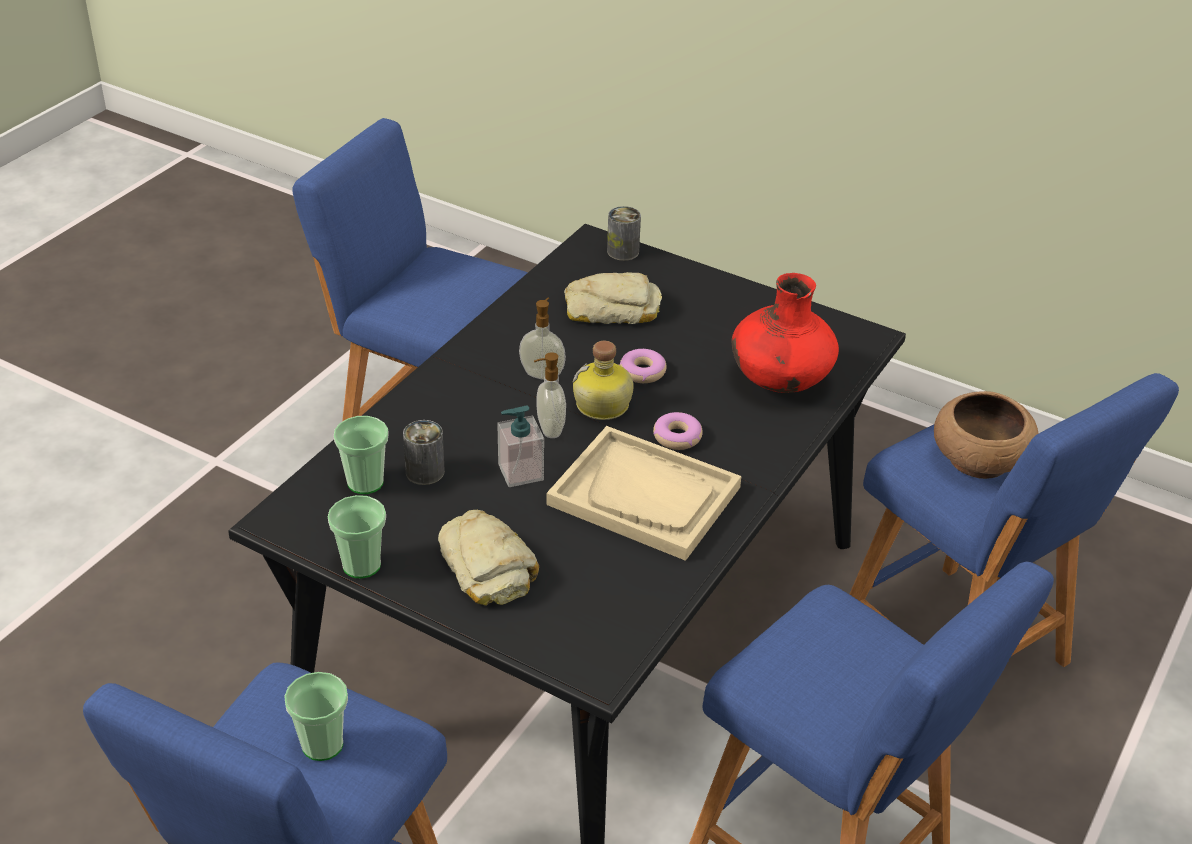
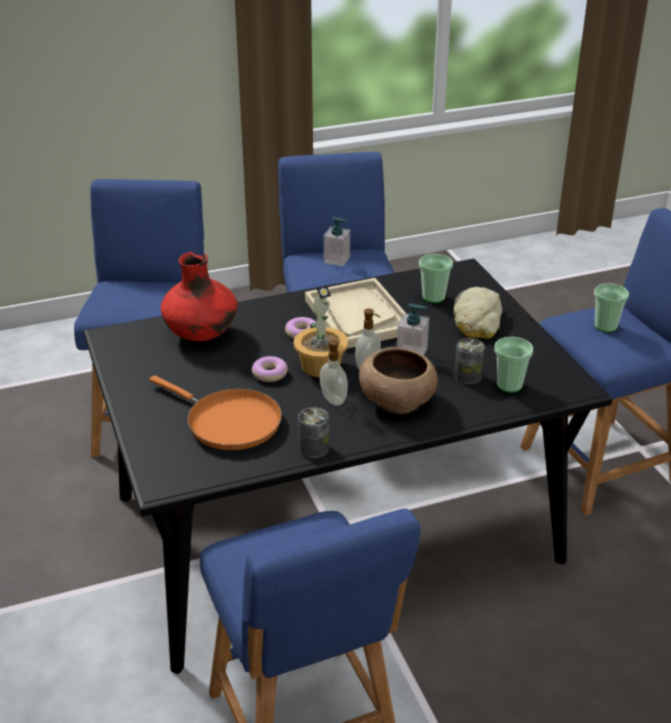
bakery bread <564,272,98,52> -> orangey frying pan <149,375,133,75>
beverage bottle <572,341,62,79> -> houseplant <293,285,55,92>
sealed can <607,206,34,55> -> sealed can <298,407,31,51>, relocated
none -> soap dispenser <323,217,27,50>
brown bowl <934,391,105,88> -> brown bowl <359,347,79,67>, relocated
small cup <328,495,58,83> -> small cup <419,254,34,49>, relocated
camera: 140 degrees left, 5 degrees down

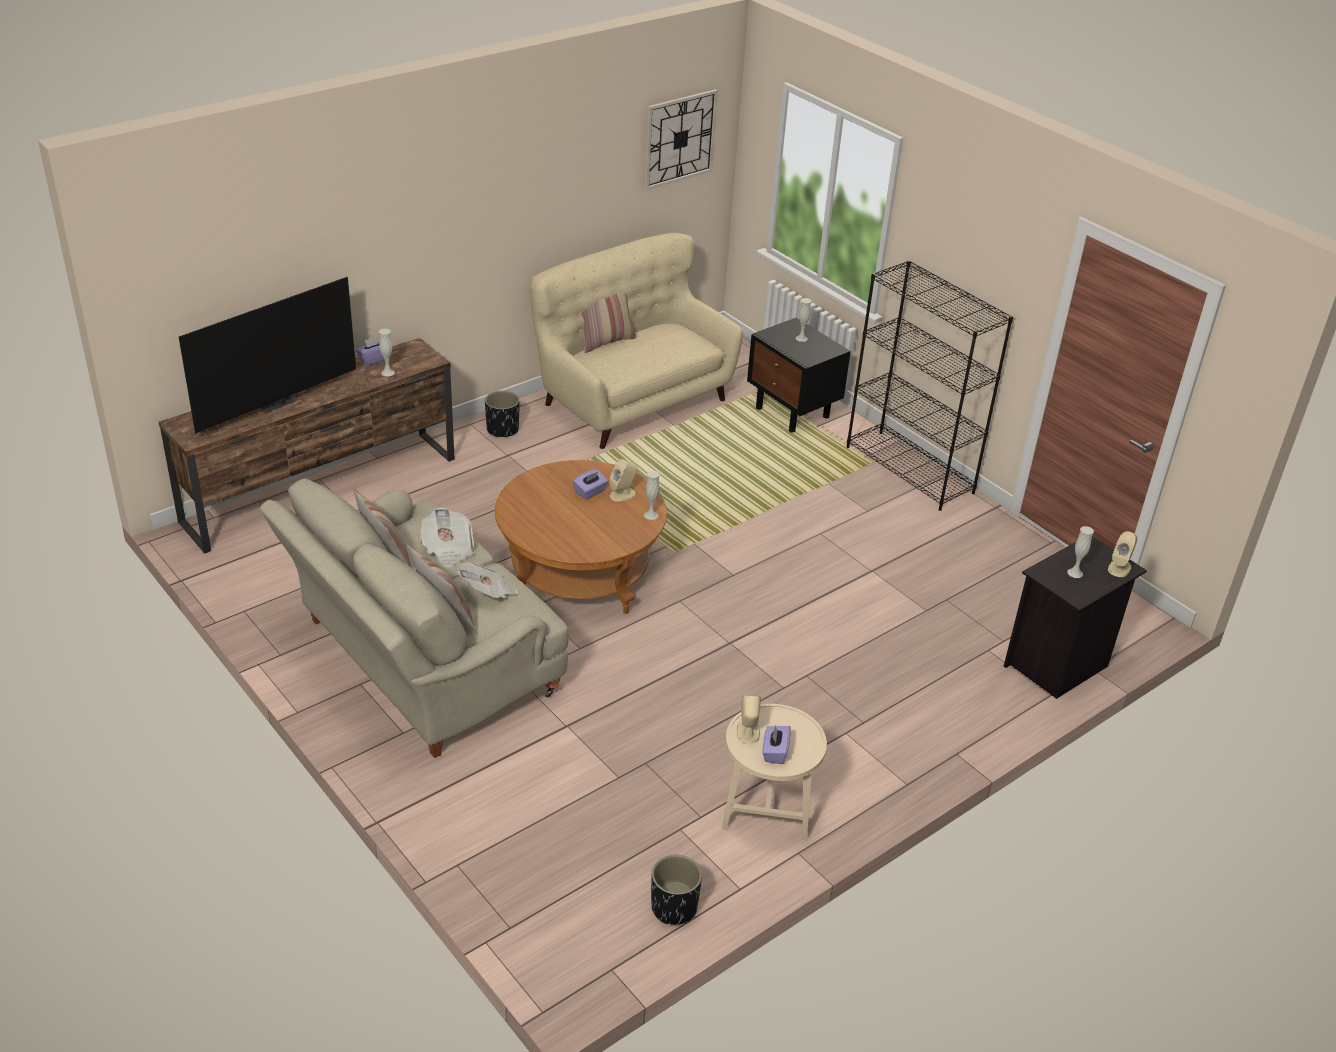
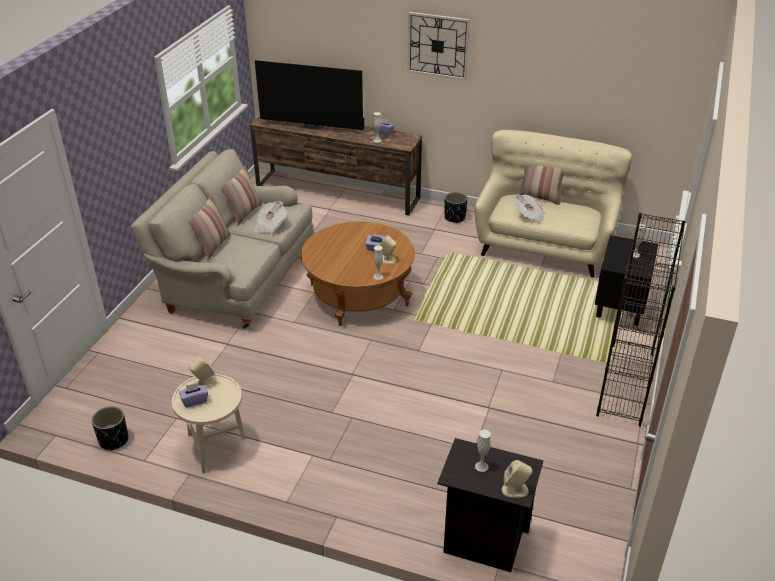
clock on the wall <644,89,74,101> -> clock on the wall <407,12,63,68>, relocated
printed paper <457,562,62,37> -> printed paper <515,194,31,30>, relocated
camera: 60 degrees right, 0 degrees up

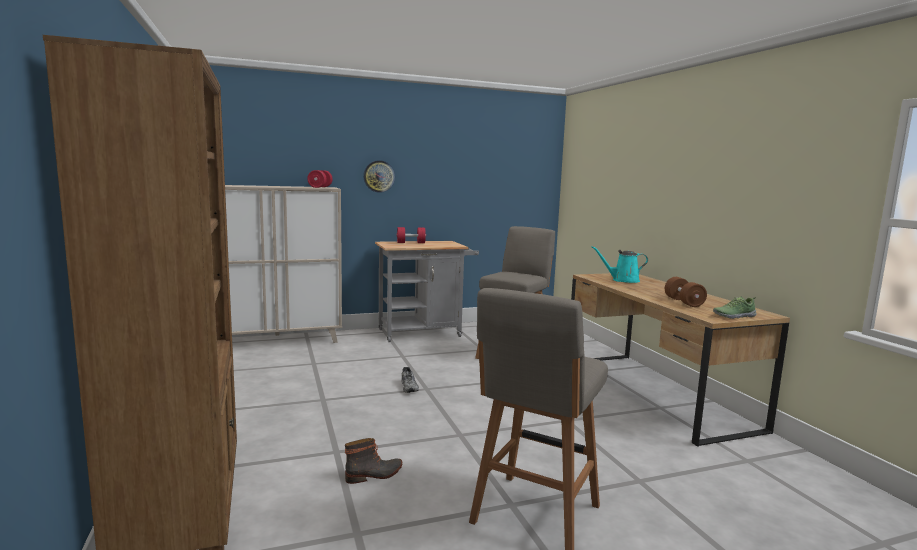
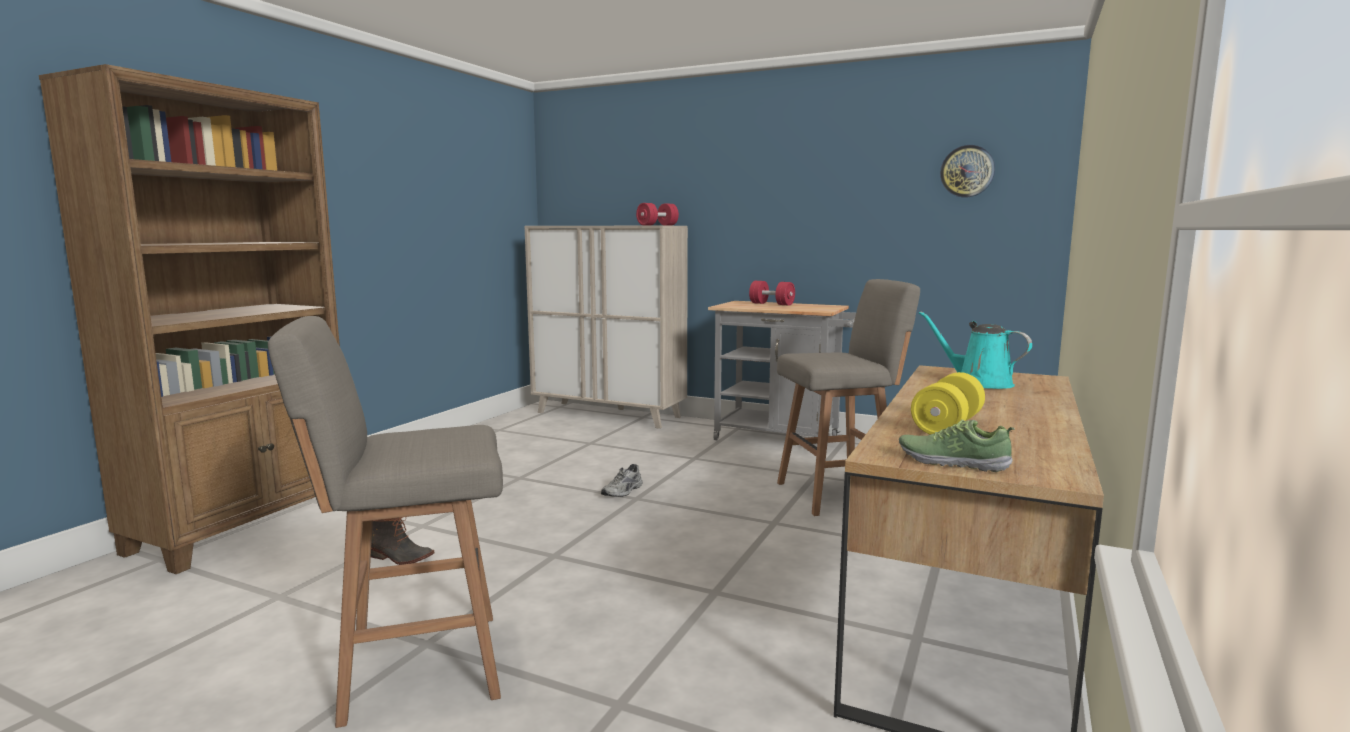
brown free weight <665,277,42,30> -> yellowish free weight <911,372,74,63>
clock on the wall <363,160,32,33> -> clock on the wall <940,145,55,53>, relocated
camera: 45 degrees right, 0 degrees up

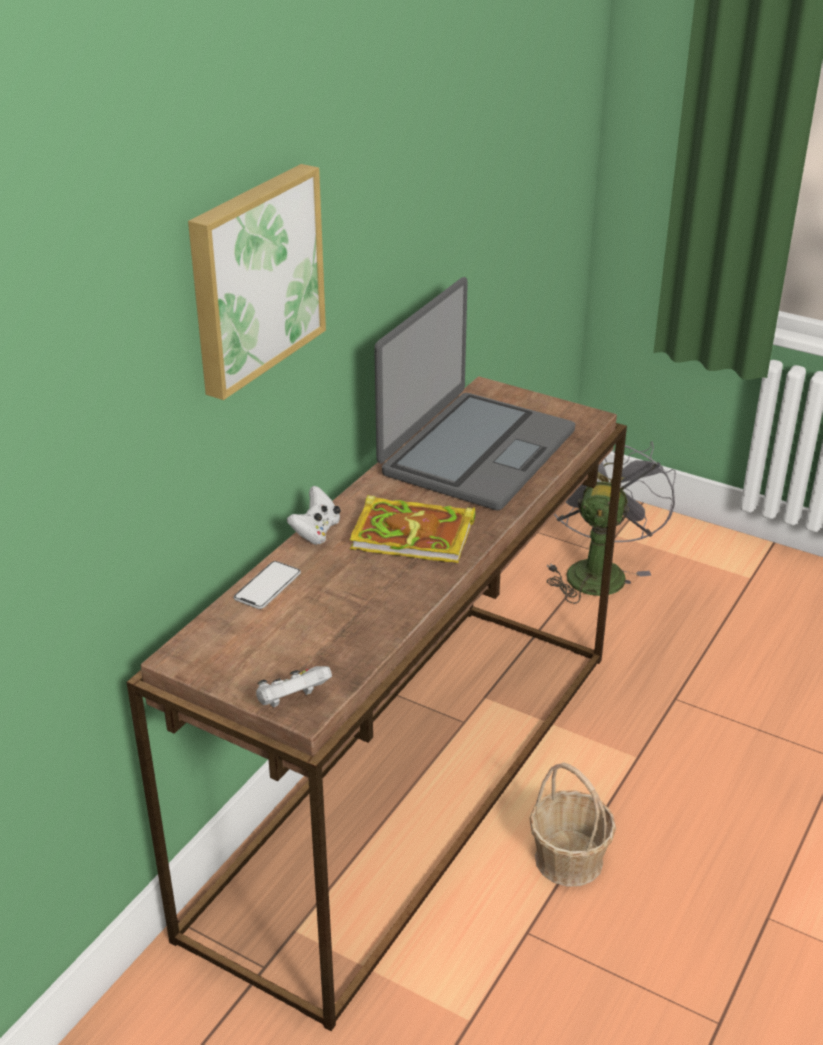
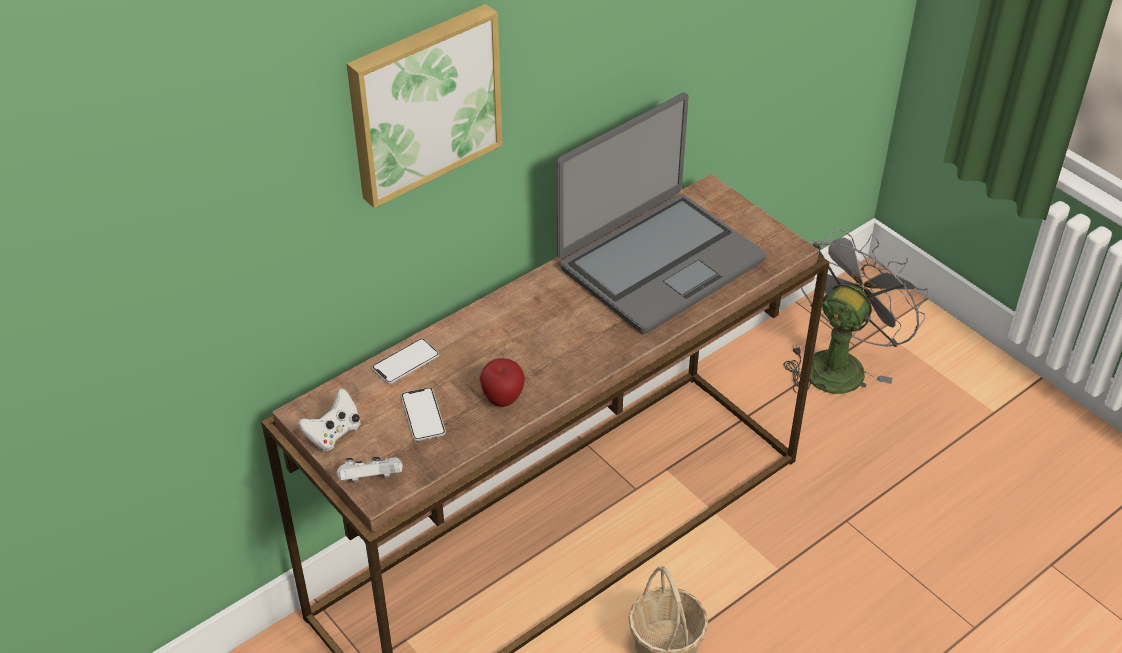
white game controller <287,486,54,59> -> white game controller <297,388,64,63>, relocated
none -> telephone <401,388,45,53>
none -> whole apple <479,358,46,49>
bound book <350,495,125,68> -> none
camera: 20 degrees right, 10 degrees up

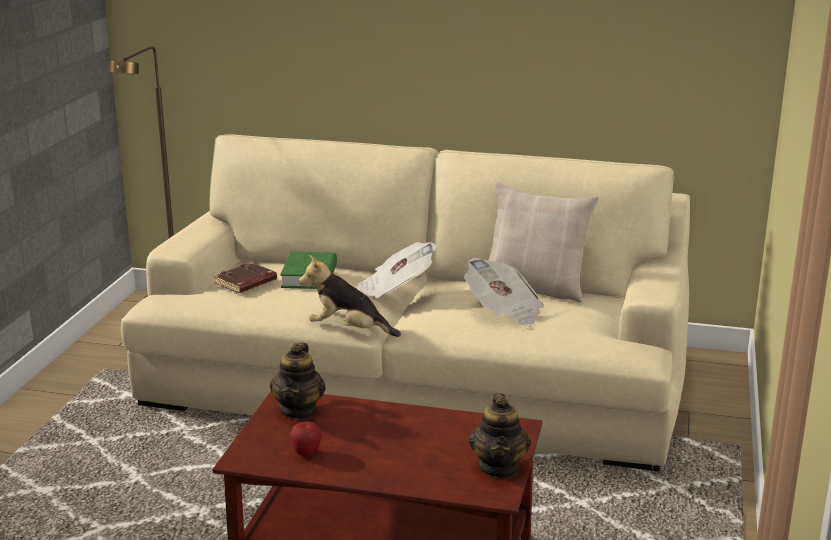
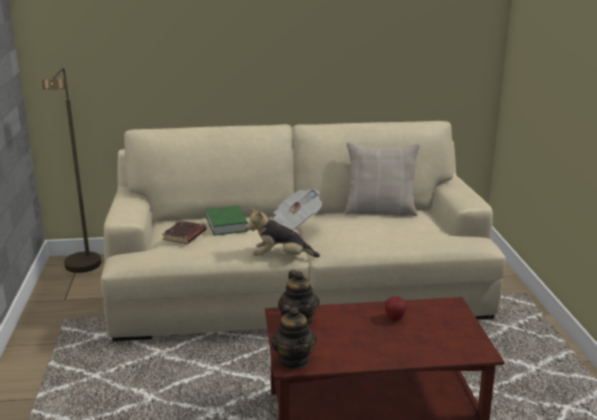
teapot <469,393,62,85> -> teapot <271,305,45,64>, relocated
whole apple <290,421,32,36> -> whole apple <385,296,22,25>, relocated
printed paper <464,258,80,69> -> none
camera: 20 degrees left, 0 degrees up

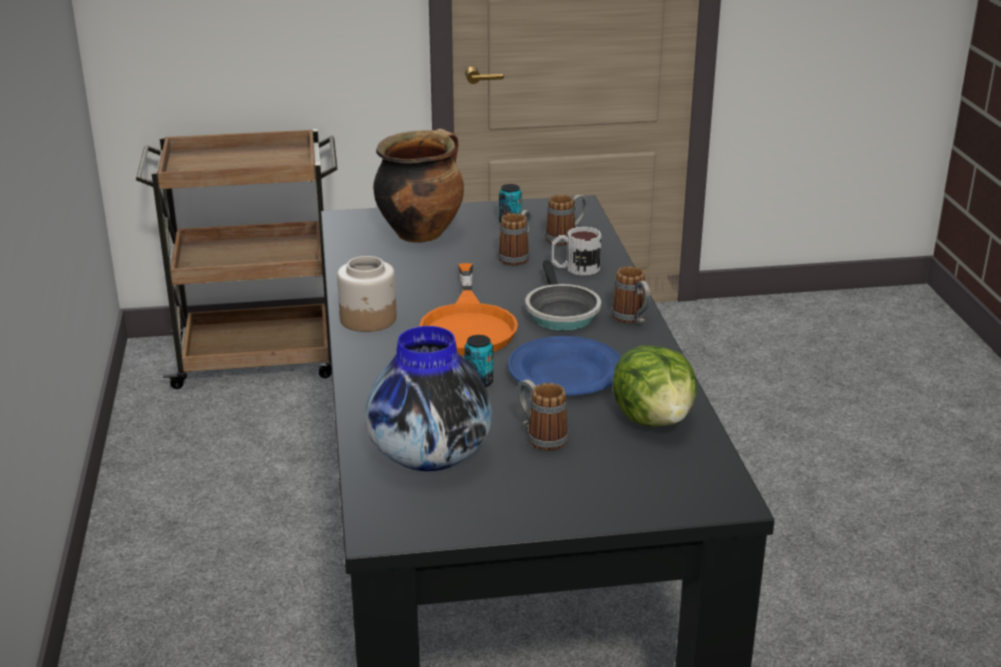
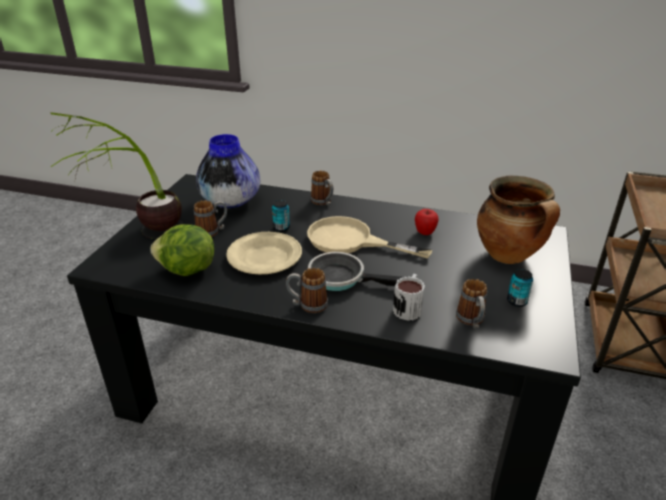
none -> houseplant <50,112,134,127>
blue plate <508,336,113,60> -> beige plate <226,232,76,42>
orangey frying pan <419,263,99,93> -> beige frying pan <307,216,125,43>
coffee mug <498,210,34,56> -> coffee mug <311,171,22,34>, relocated
none -> whole apple <415,209,24,26>
jar <337,256,59,76> -> none
camera: 115 degrees right, 5 degrees up

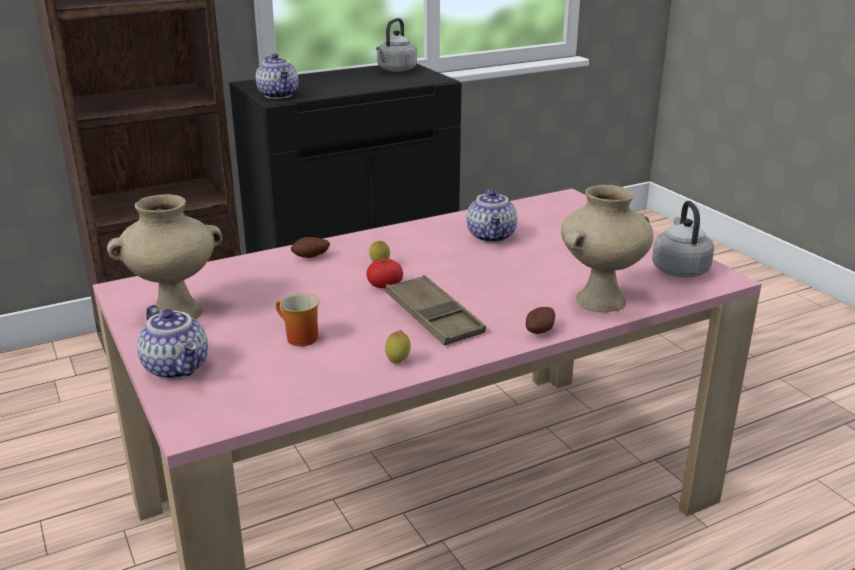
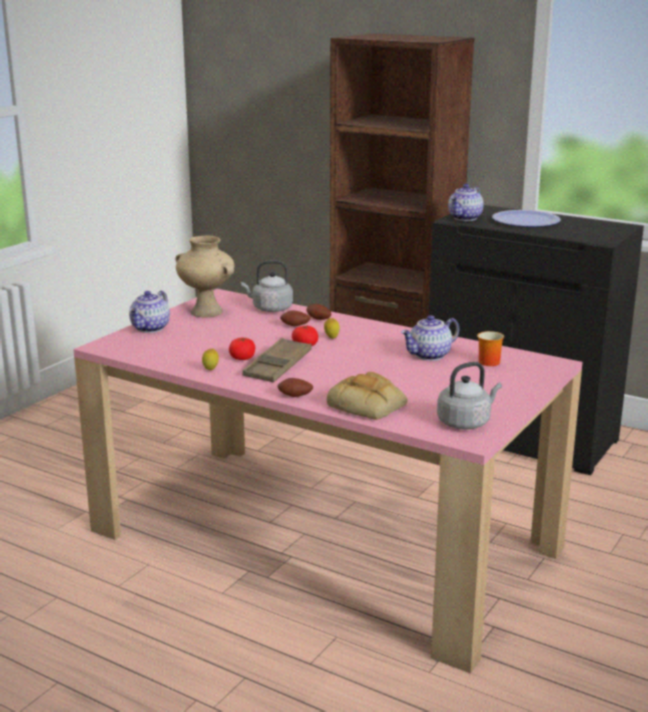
none -> tomato <229,338,26,22>
gray water kettle <376,18,41,54> -> gray water kettle <241,260,52,52>, relocated
none -> spud <280,310,30,16>
beige flower vase <561,185,93,127> -> bakery bread <327,372,80,48>
coffee mug <276,293,43,53> -> coffee mug <477,331,27,35>, relocated
none -> plate <492,210,69,17>
camera: 60 degrees right, 5 degrees down

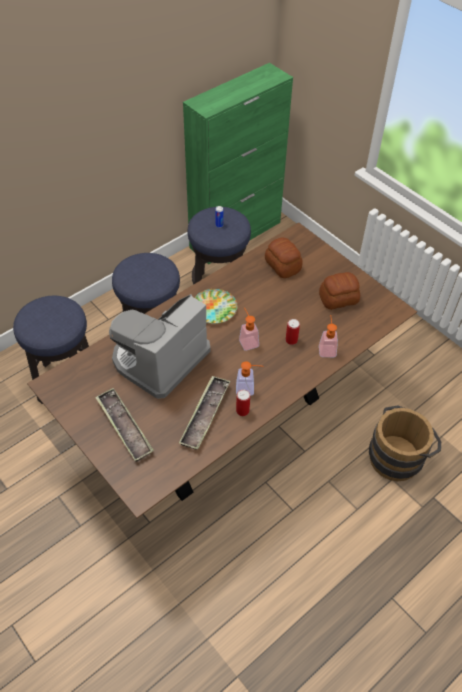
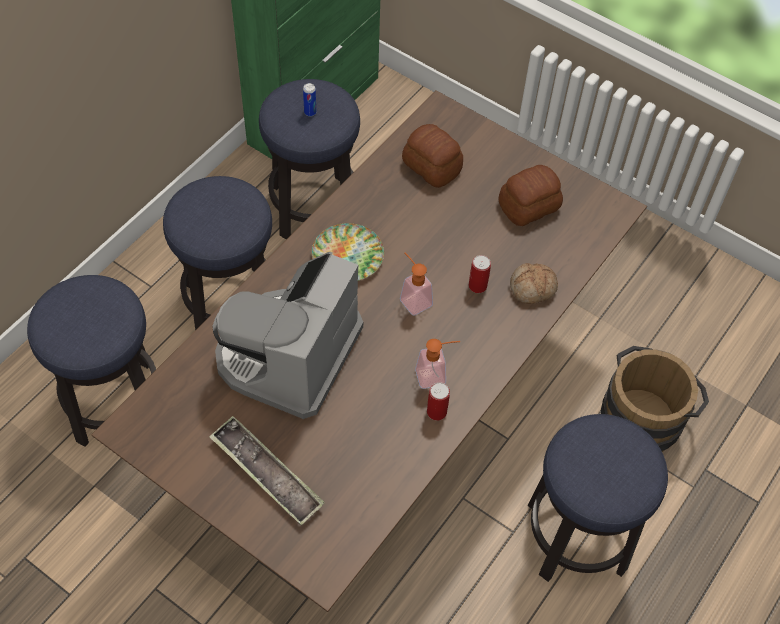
soap dispenser <319,315,19,42> -> bakery bread <510,263,48,41>
none -> sitting stool <528,414,140,168>
serving tray <179,376,52,74> -> none
camera: 15 degrees left, 5 degrees up

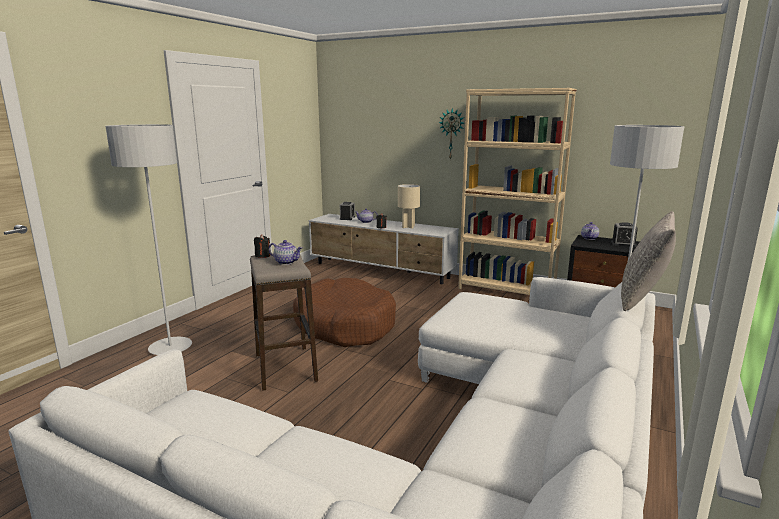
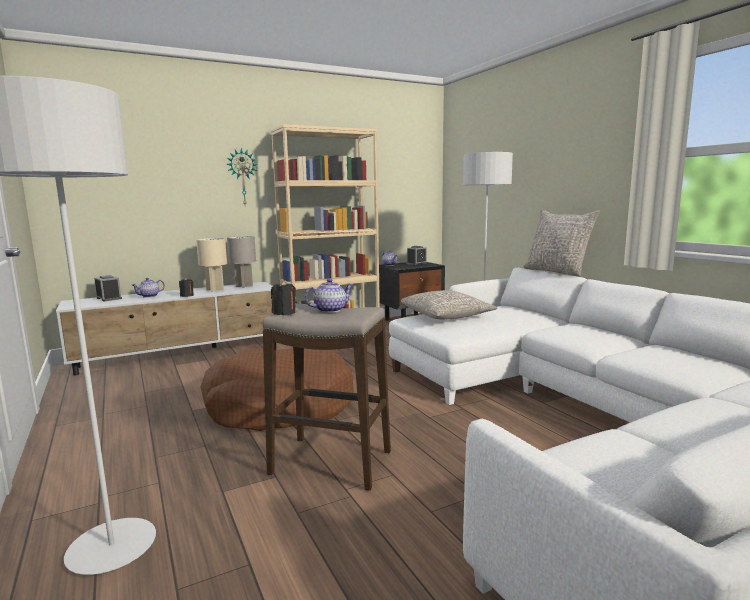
none -> gray tabletop lamp <227,236,29,52>
none -> gray pillow <401,290,96,30>
camera: 55 degrees left, 5 degrees down

